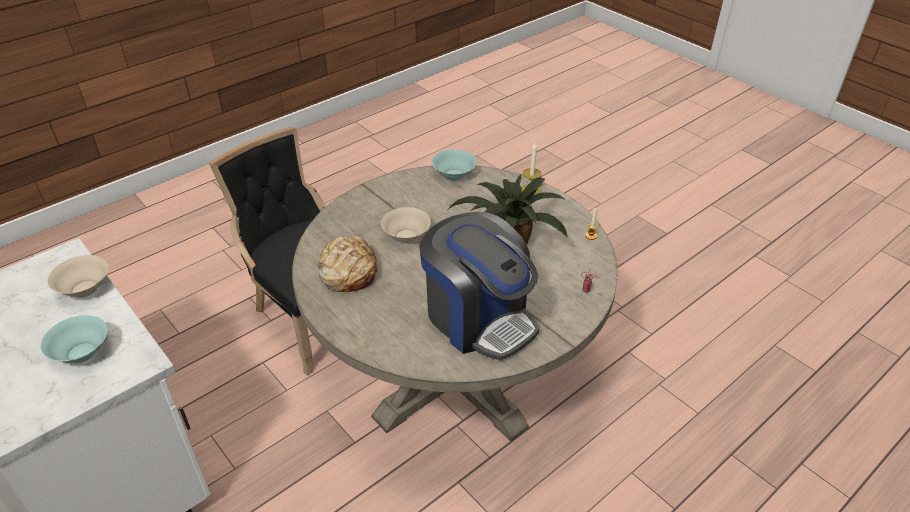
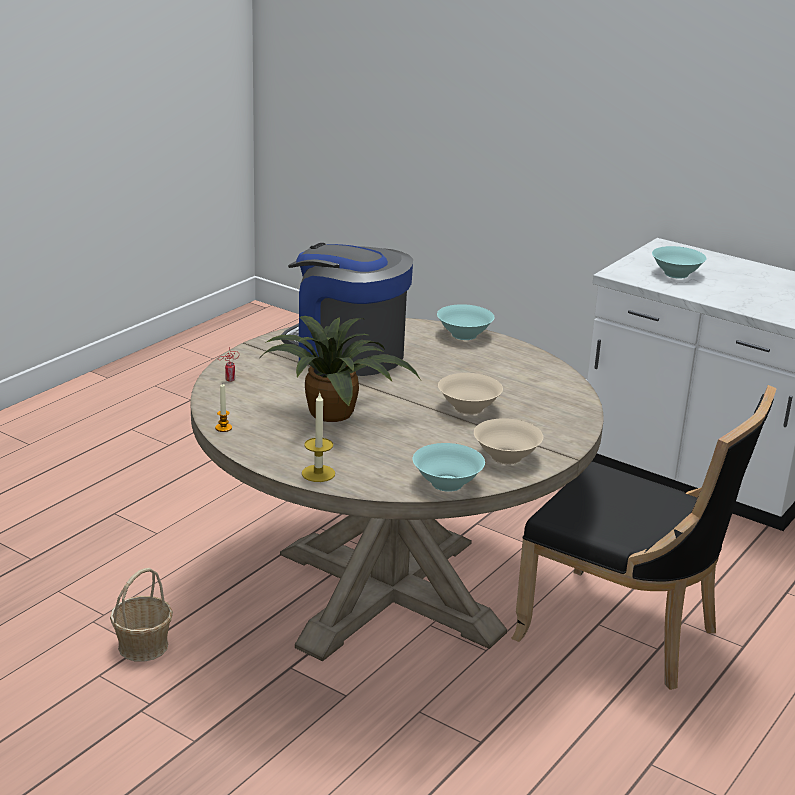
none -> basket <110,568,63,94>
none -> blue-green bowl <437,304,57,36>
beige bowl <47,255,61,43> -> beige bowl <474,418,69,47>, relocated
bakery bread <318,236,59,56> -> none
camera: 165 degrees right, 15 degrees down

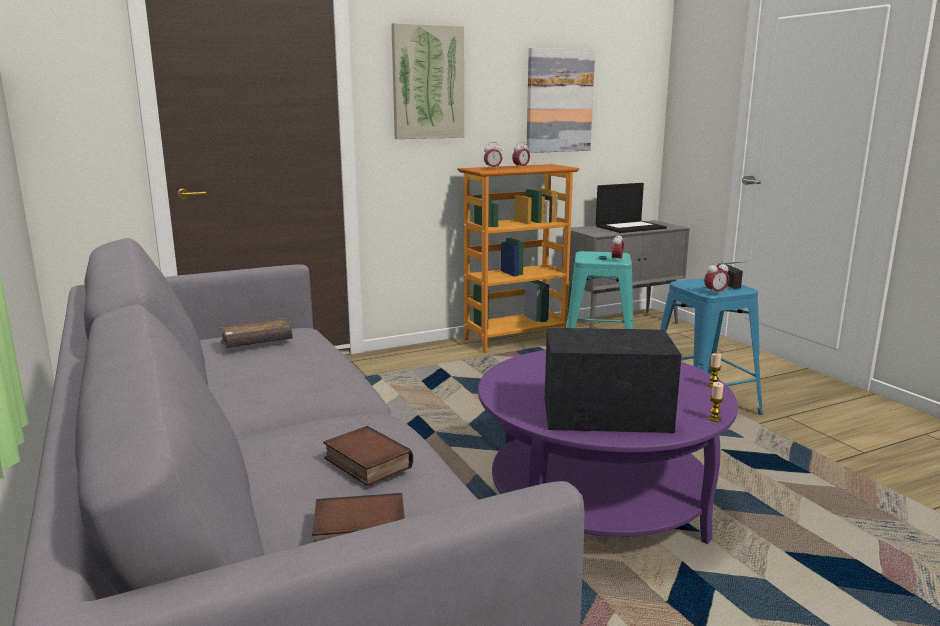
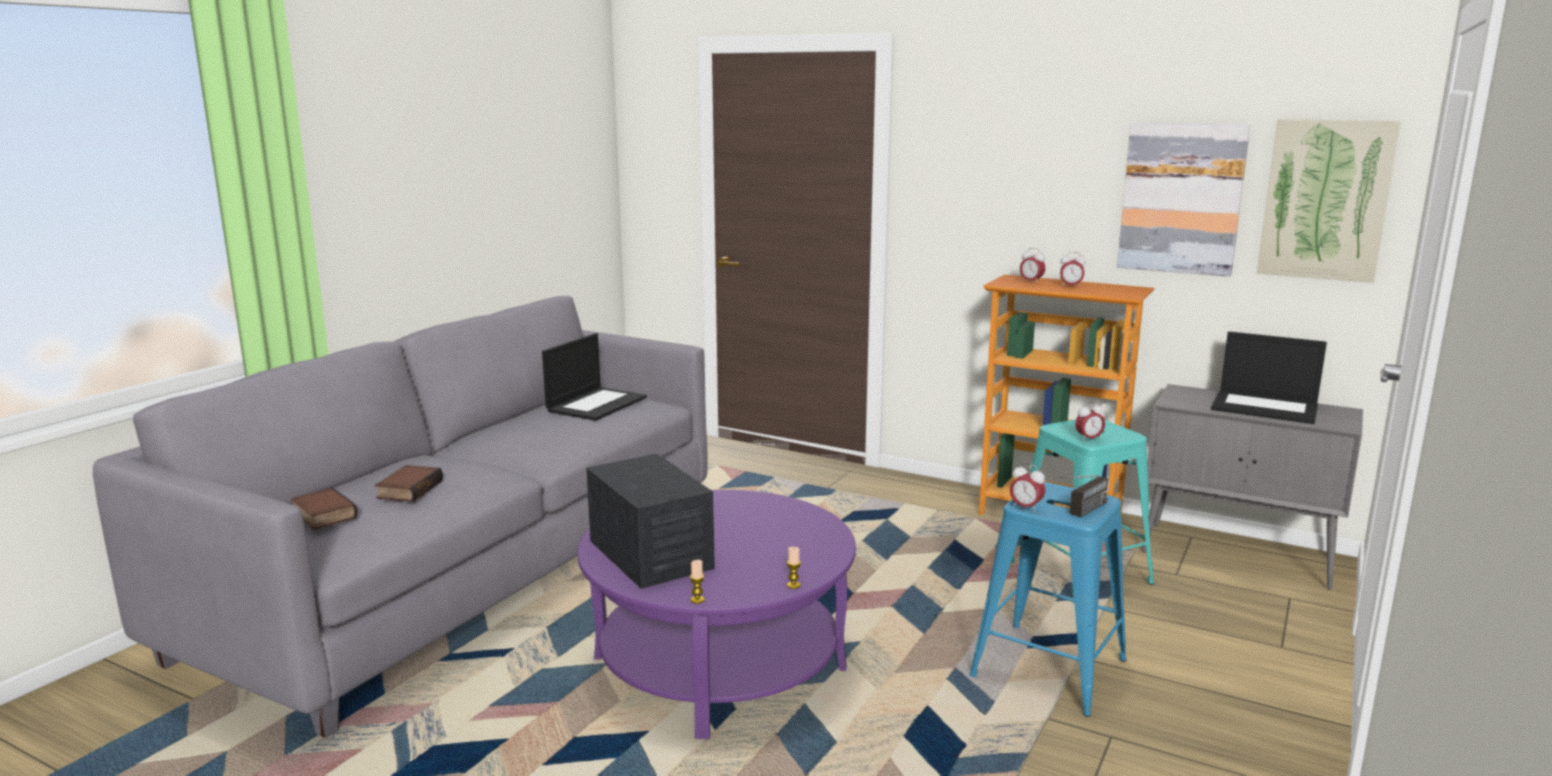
brown bound book <218,318,75,30> -> laptop <542,333,105,88>
picture <391,23,73,116> -> picture <1257,119,144,164>, relocated
camera: 55 degrees right, 0 degrees up

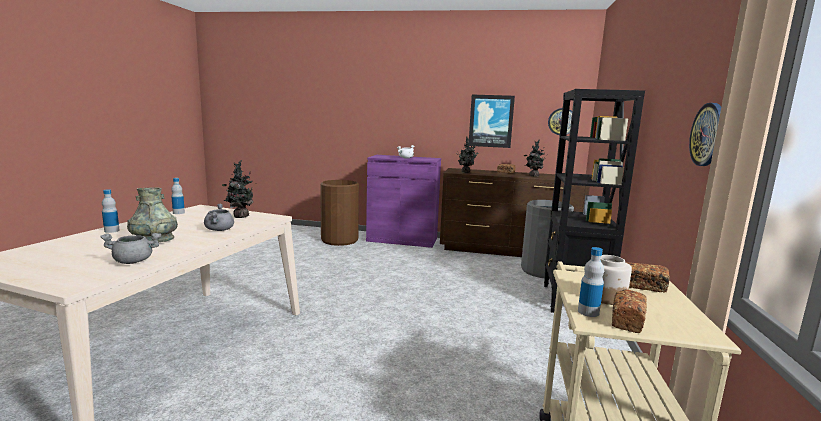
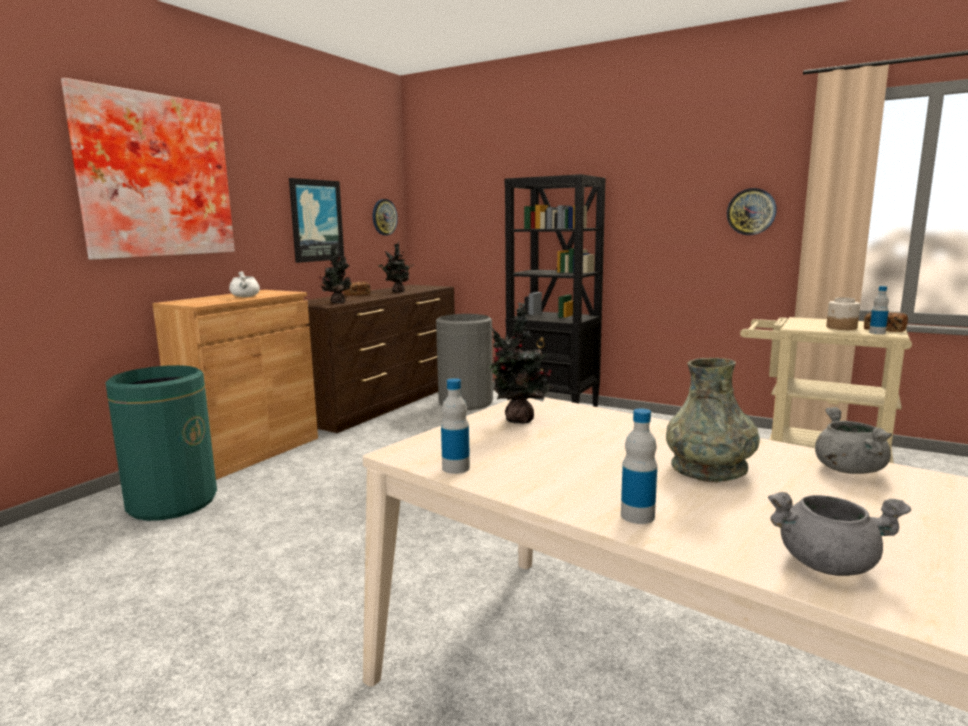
none -> picture <61,78,174,182>
brown rubbish bin <320,180,39,66> -> green-coloured rubbish bin <105,365,112,156>
purplish cupboard <366,155,75,93> -> brown cupboard <152,290,166,190>
gray stockpot <204,204,30,27> -> gray stockpot <768,492,143,84>, relocated
bakery bread <626,262,44,31> -> none
camera: 70 degrees left, 0 degrees up

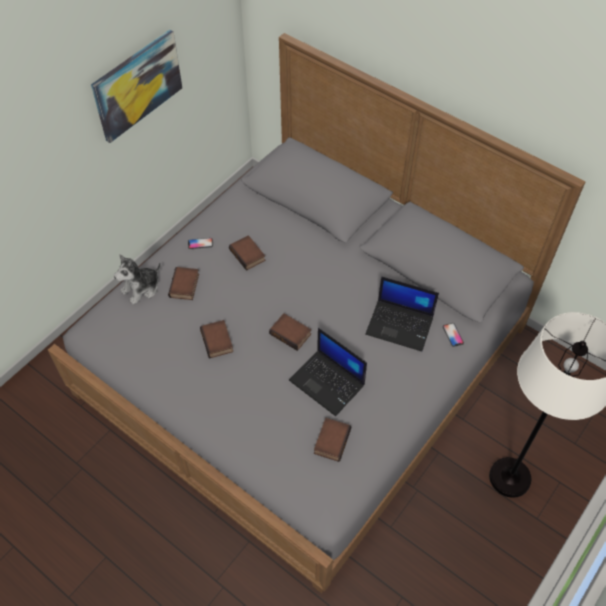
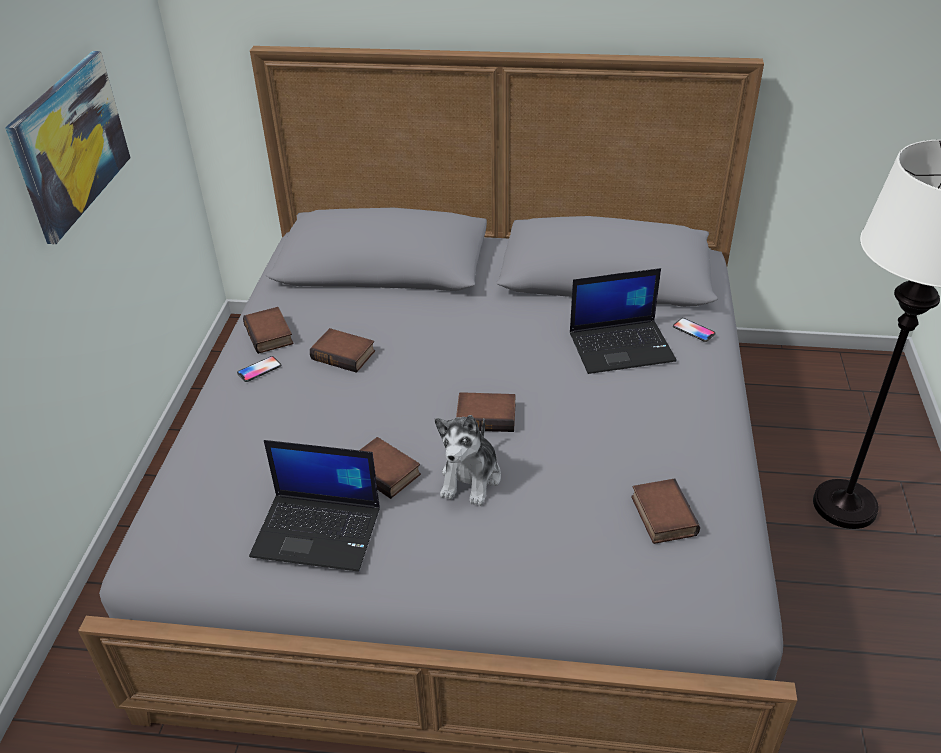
bound book <168,267,31,33> -> bound book <243,307,51,47>, relocated
laptop <289,328,78,88> -> laptop <249,440,131,132>, relocated
plush toy <114,254,47,51> -> plush toy <435,415,66,91>, relocated
camera: 30 degrees left, 15 degrees down

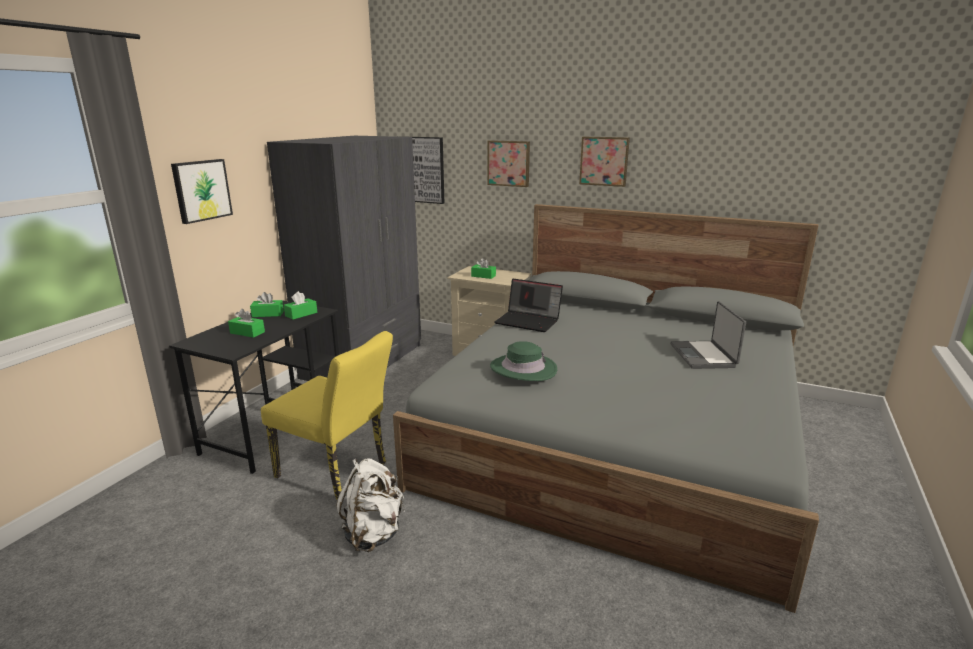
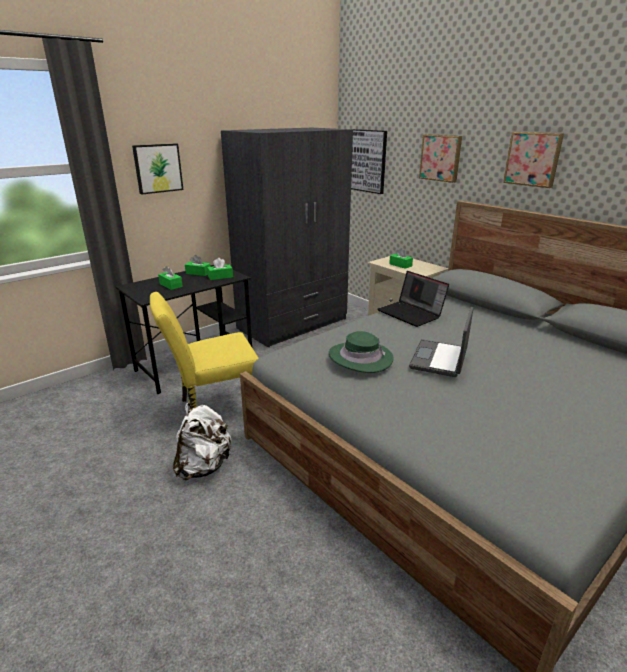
yellowish plain chair <261,331,132,169> -> yellowish plain chair <150,292,109,118>, 105 degrees clockwise
laptop <670,301,76,68> -> laptop <409,307,65,70>, relocated
camera: 25 degrees right, 5 degrees up

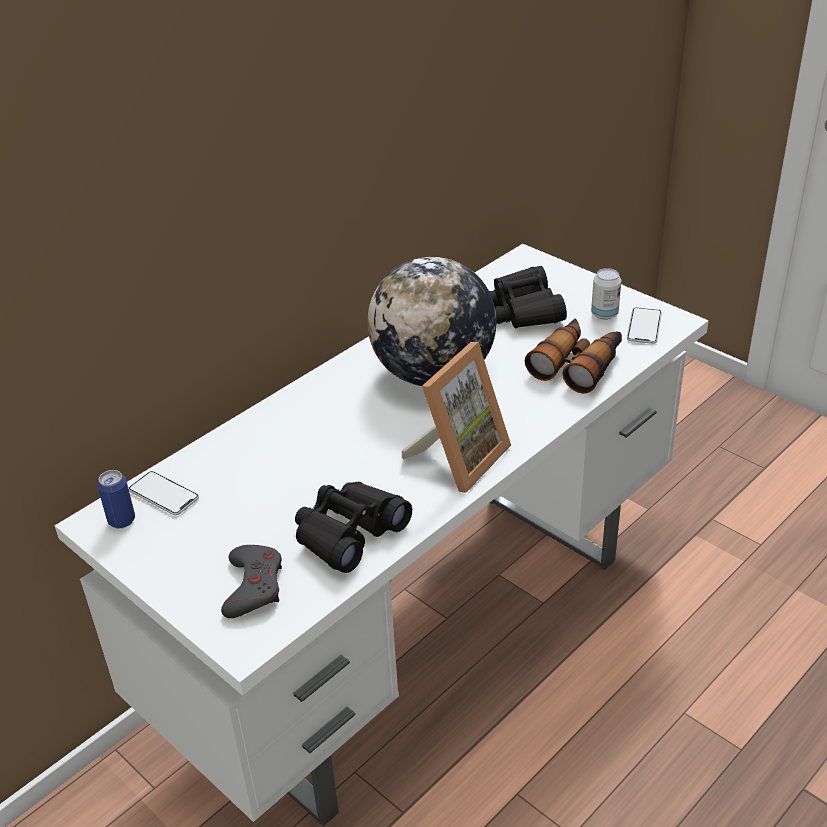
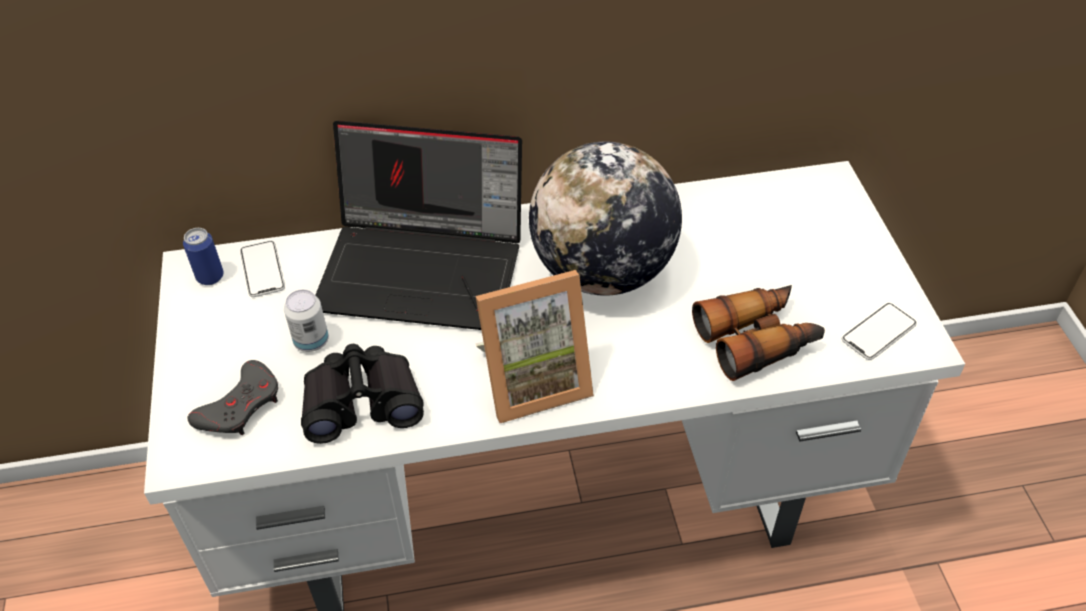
sealed can <591,268,30,52> -> sealed can <284,290,45,62>, relocated
none -> laptop <315,121,207,209>
black-coloured pair of binoculars <489,266,78,62> -> none
camera: 35 degrees right, 10 degrees up

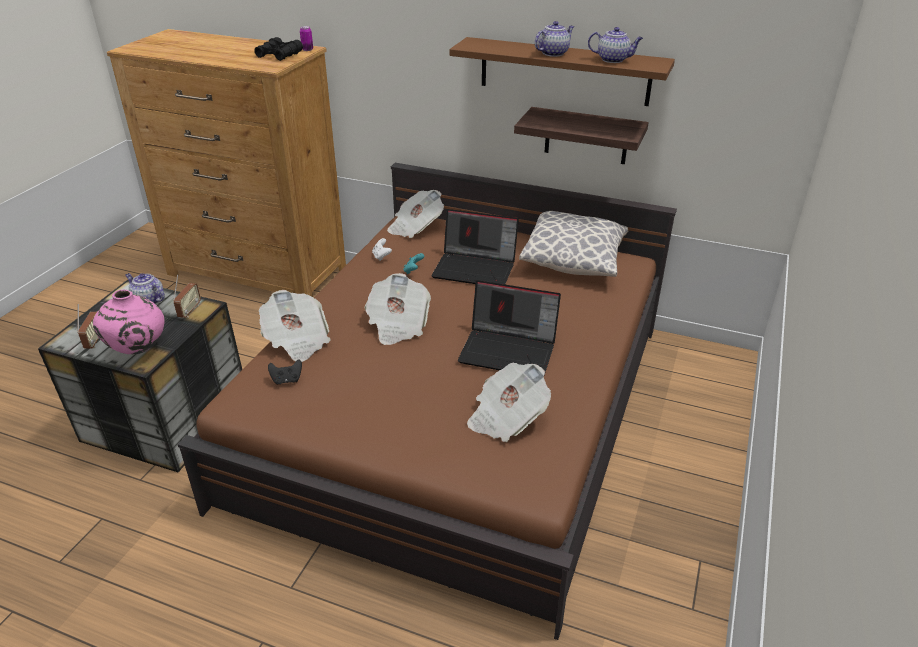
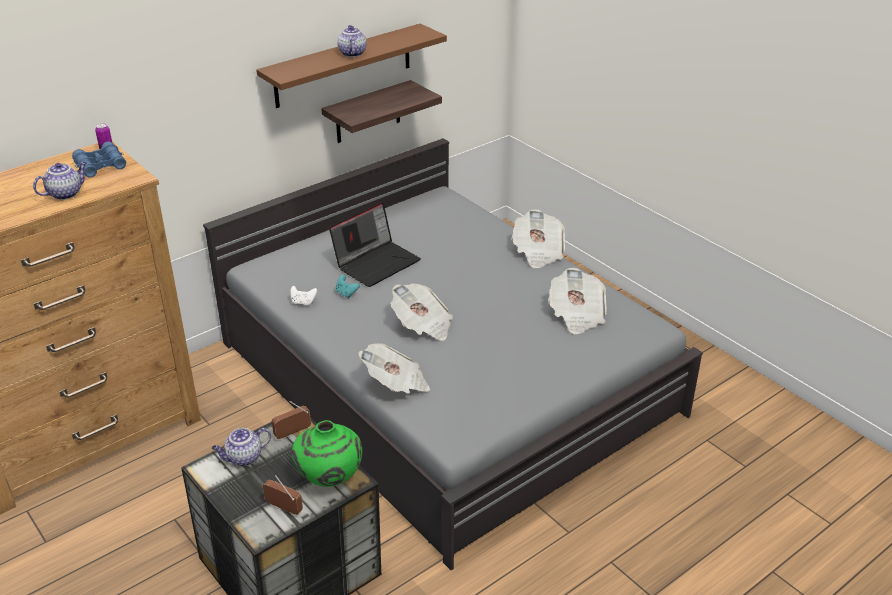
teapot <588,27,55,36> -> teapot <33,162,54,38>, relocated
black-coloured pair of binoculars <254,37,49,24> -> blue pair of binoculars <72,141,54,37>
brown sleeping bed <177,163,500,477> -> gray sleeping bed <203,138,500,432>
radio receiver <173,274,28,44> -> radio receiver <272,401,39,39>, 75 degrees counterclockwise
pink flower vase <93,290,72,64> -> green-coloured flower vase <292,420,70,67>
printed paper <387,190,57,48> -> printed paper <511,209,54,59>, relocated
black-coloured game controller <268,359,34,25> -> none
laptop <458,280,103,95> -> none
pillow <519,211,110,66> -> none
camera: 60 degrees left, 0 degrees up

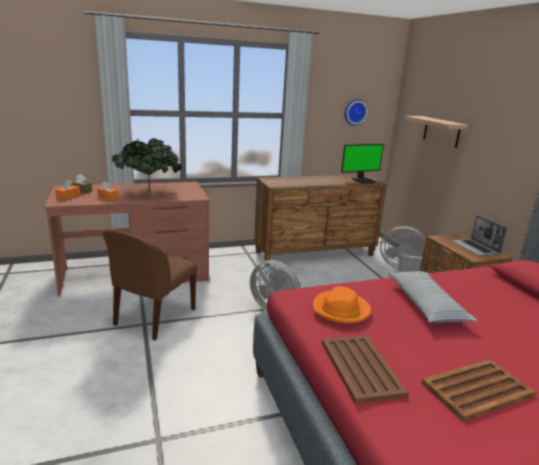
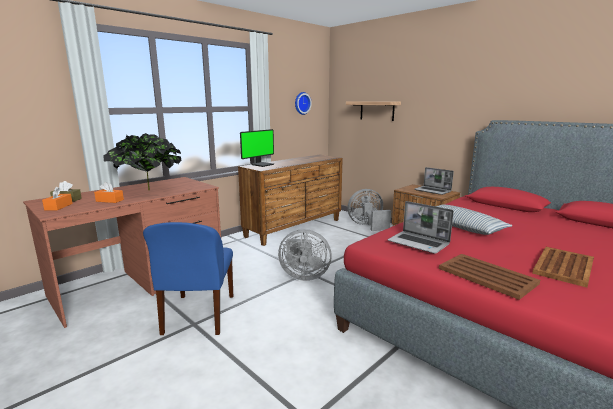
brown plain chair <103,230,94,110> -> blue plain chair <143,222,90,113>
monitor <341,144,43,40> -> monitor <240,129,34,38>, relocated
orangey clothing hat <313,286,58,38> -> laptop <388,201,66,52>
camera: 25 degrees left, 5 degrees down

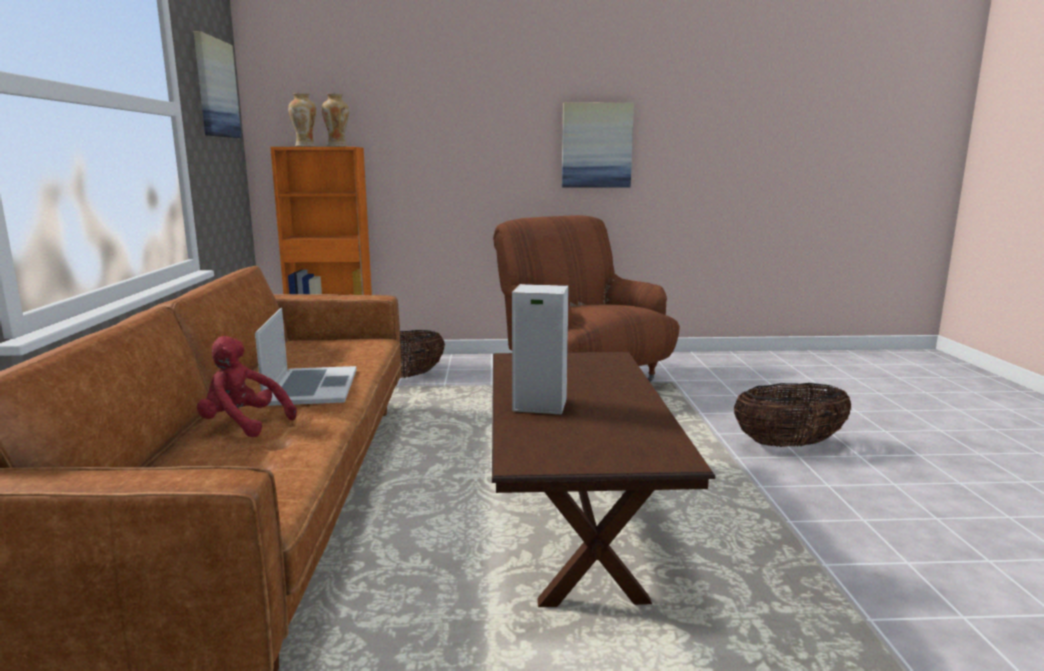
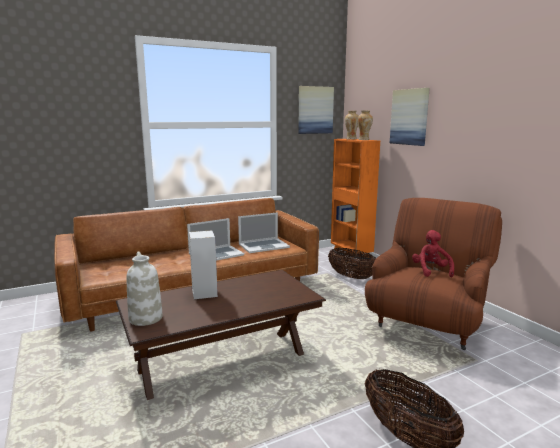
none -> white flower vase <126,251,37,75>
none -> laptop <238,212,52,41>
picture <562,102,72,86> -> picture <390,88,40,58>, relocated
reddish plush toy <197,336,100,101> -> reddish plush toy <412,230,42,47>, relocated
camera: 65 degrees right, 0 degrees up

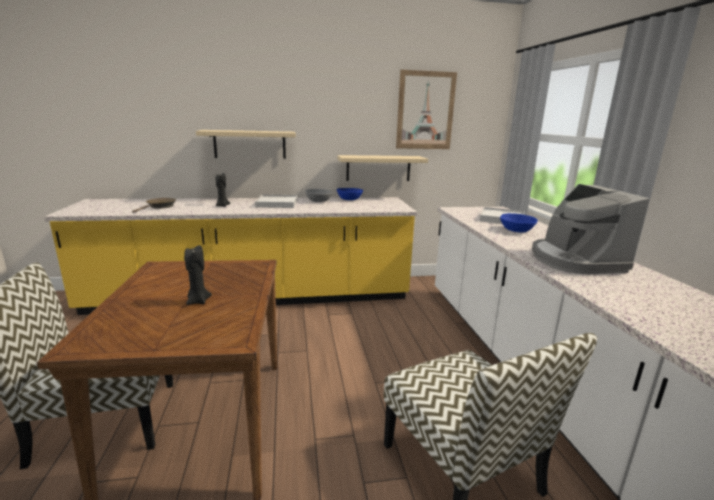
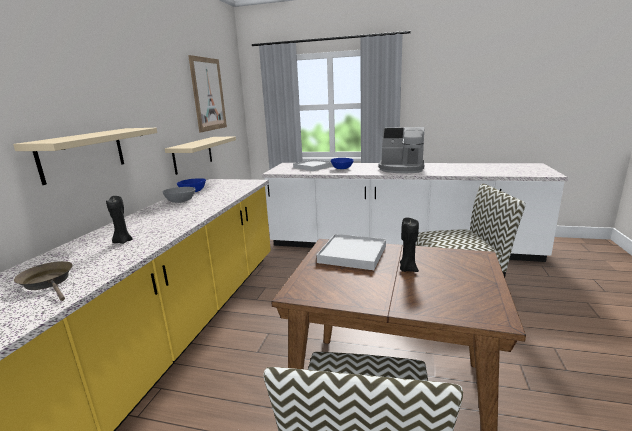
white serving tray <255,194,42,14> -> white serving tray <316,234,70,36>, relocated
camera: 65 degrees left, 0 degrees up

